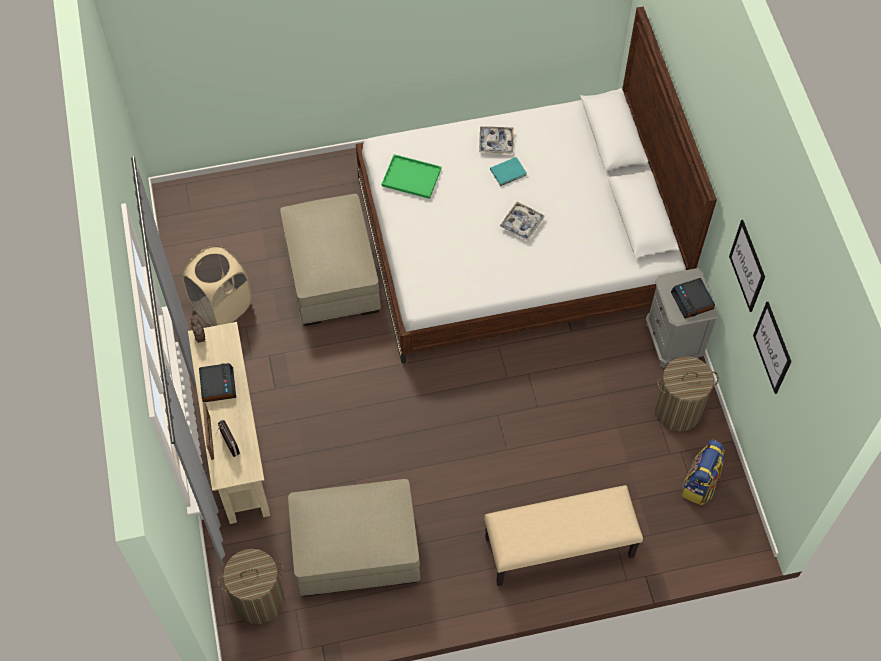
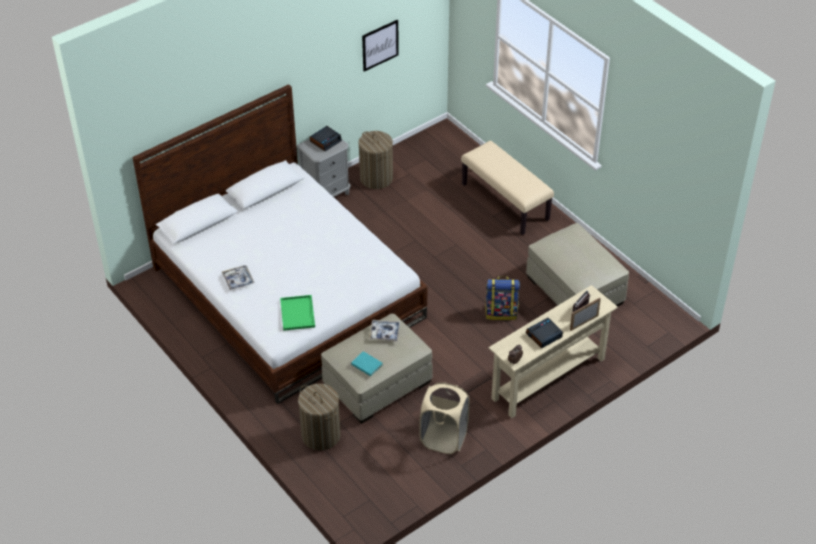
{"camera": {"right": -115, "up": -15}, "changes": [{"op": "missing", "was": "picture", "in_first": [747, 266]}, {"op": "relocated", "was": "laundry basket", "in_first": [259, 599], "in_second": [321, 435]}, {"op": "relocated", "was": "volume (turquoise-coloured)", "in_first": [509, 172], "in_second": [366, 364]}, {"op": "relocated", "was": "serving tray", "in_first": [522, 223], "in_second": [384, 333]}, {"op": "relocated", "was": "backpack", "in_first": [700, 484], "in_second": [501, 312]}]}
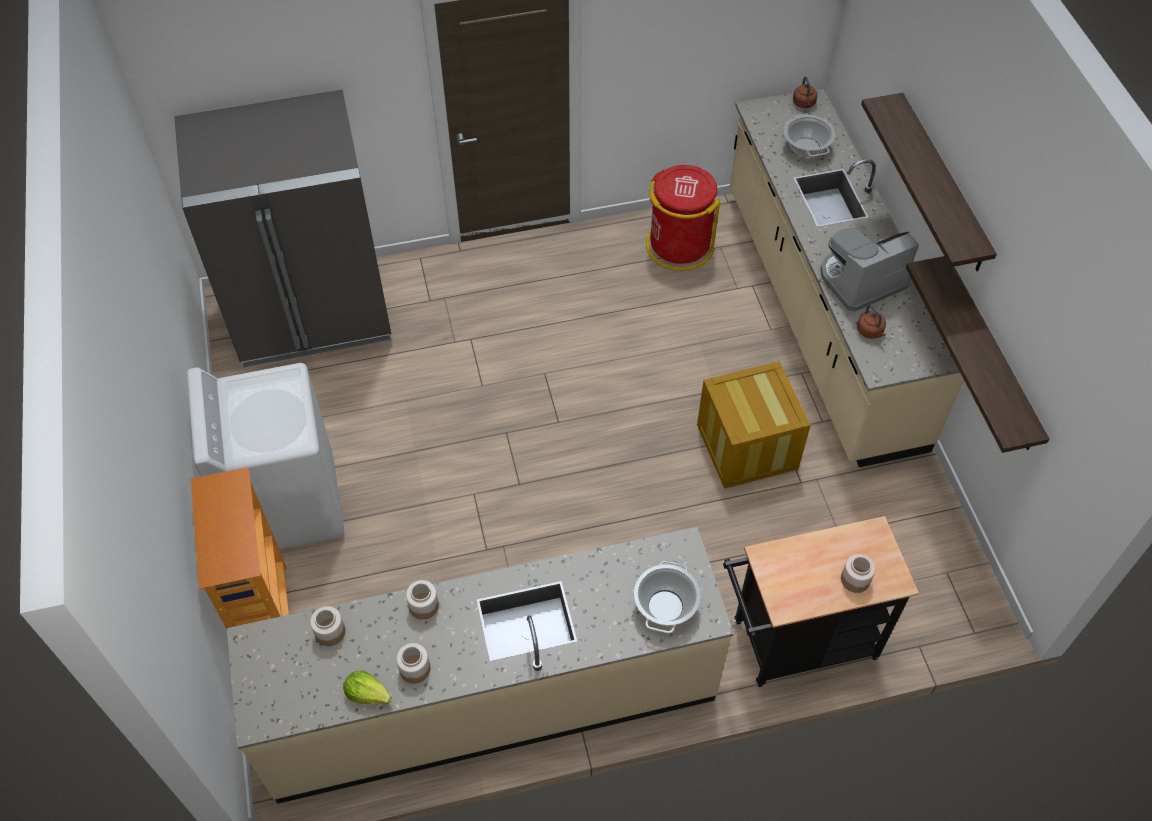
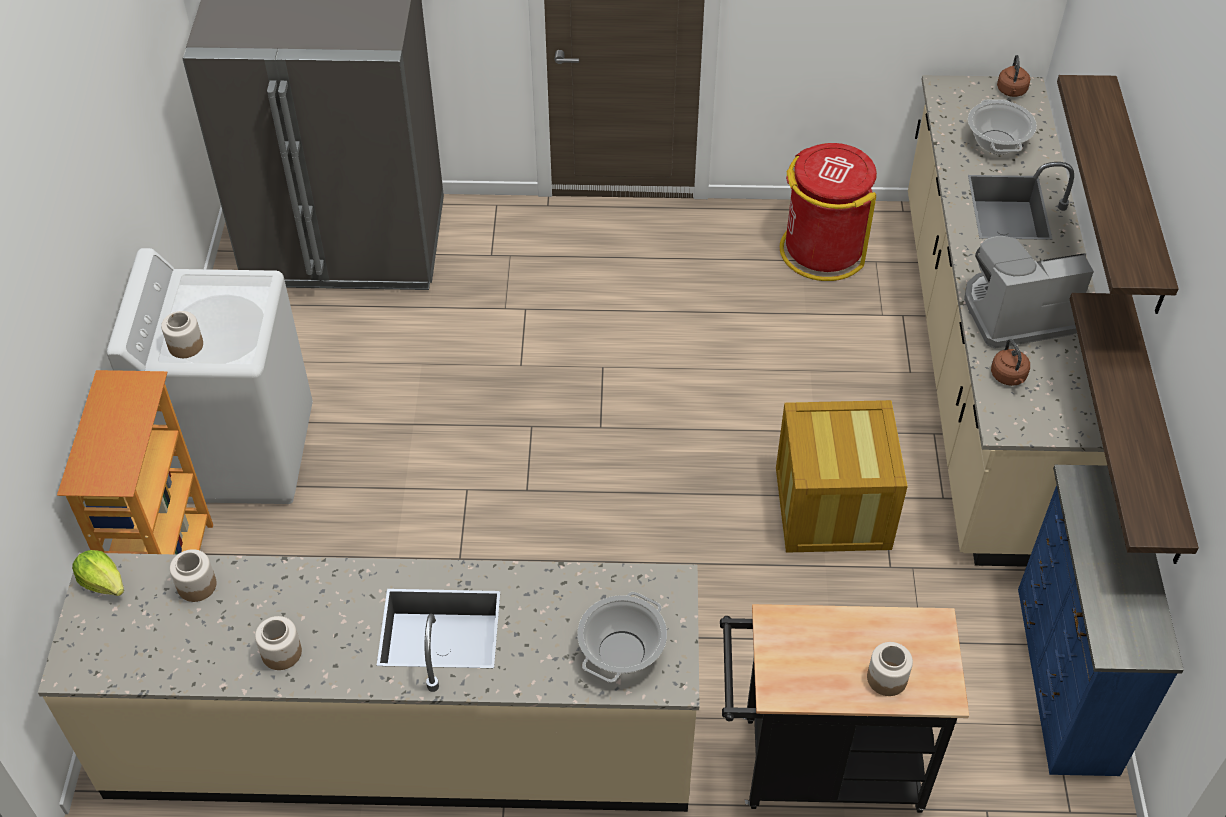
{"camera": {"right": 15, "up": -5}, "changes": [{"op": "appeared", "now": "chest of drawers (blue-coloured)", "in_second": [1063, 679]}, {"op": "relocated", "was": "lettuce head", "in_first": [368, 693], "in_second": [104, 582]}, {"op": "relocated", "was": "jar", "in_first": [423, 606], "in_second": [185, 345]}]}
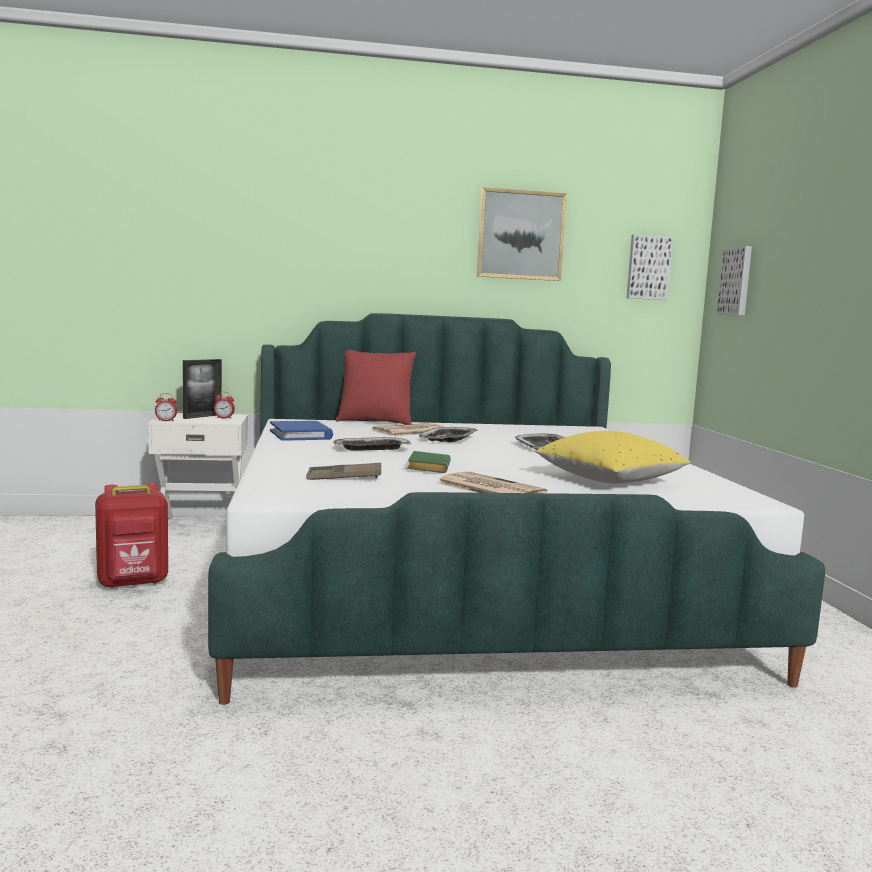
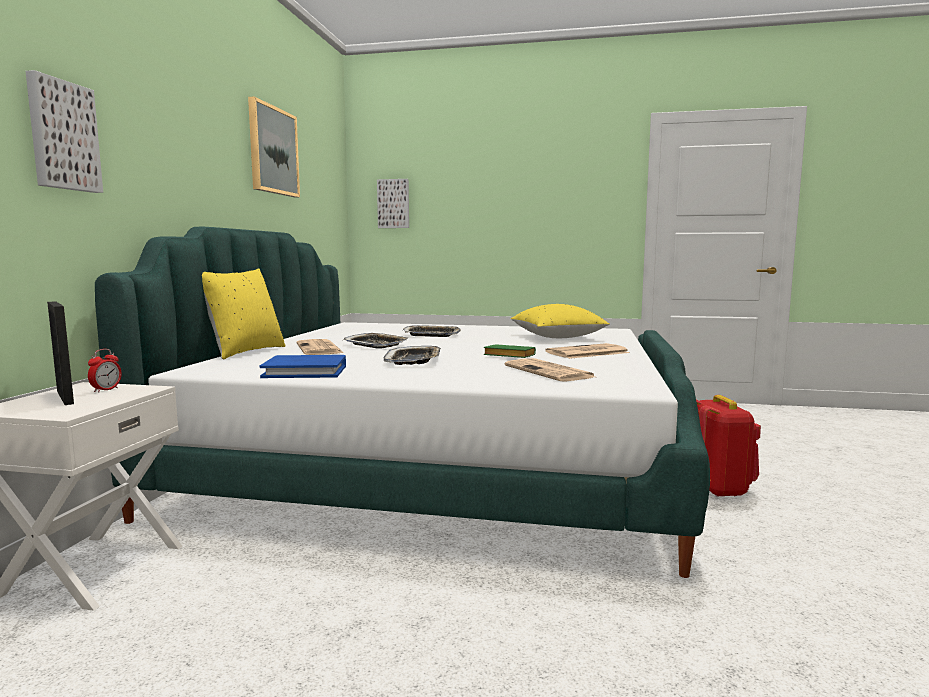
{"camera": {"right": -70, "up": 0}, "changes": [{"op": "missing", "was": "bedside clock", "in_first": [166, 421]}, {"op": "relocated", "was": "backpack (reddish)", "in_first": [133, 583], "in_second": [717, 488]}, {"op": "relocated", "was": "picture", "in_first": [648, 267], "in_second": [62, 136]}, {"op": "exchanged", "was": "serving tray (brown)", "now": "printed paper", "in_first": [344, 477], "in_second": [550, 372]}, {"op": "colour", "was": "pillow (reddish)", "now": "pillow (yellow)", "in_first": [375, 422], "in_second": [244, 352]}]}
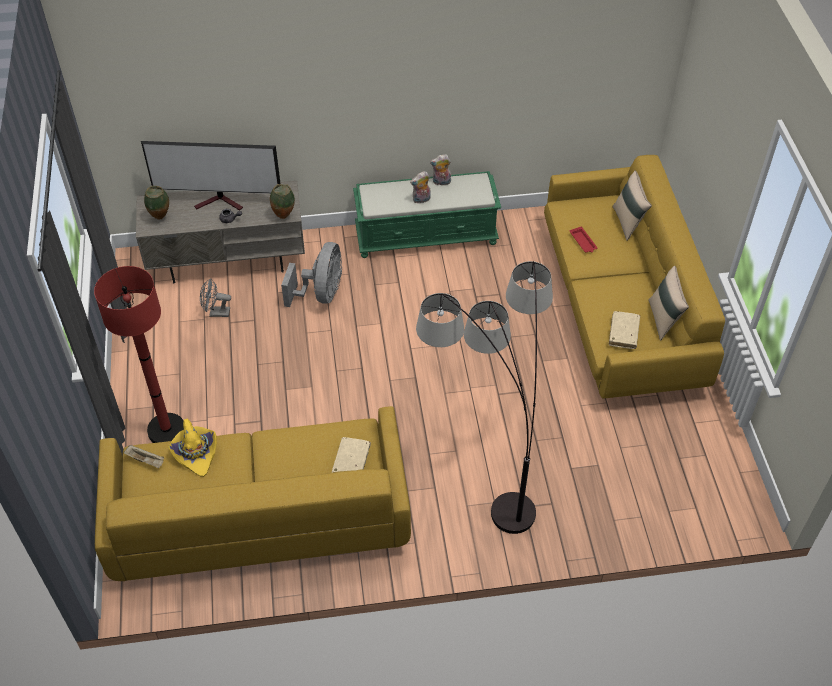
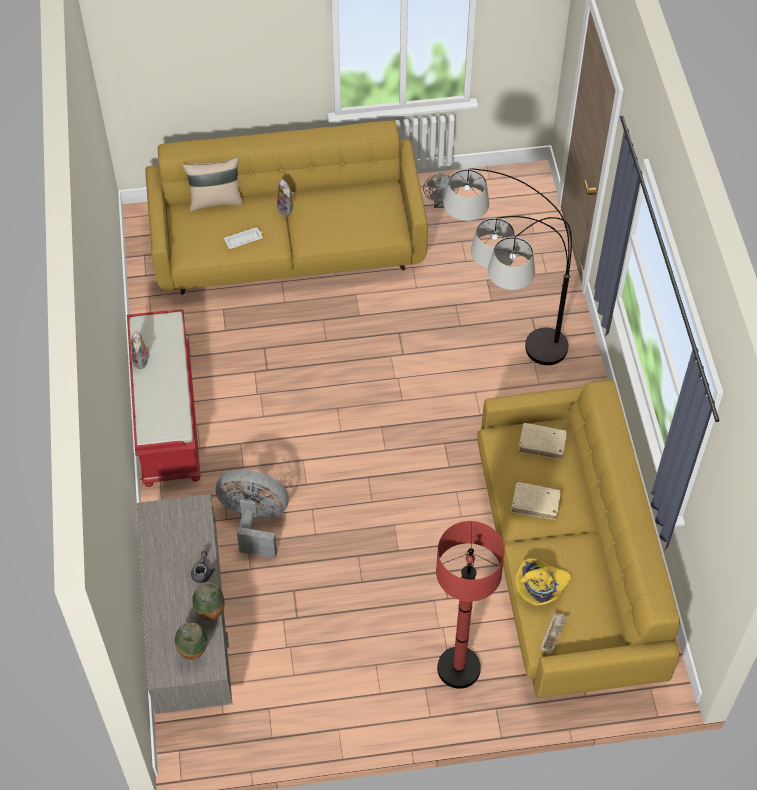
{"camera": {"right": -90, "up": 5}, "changes": [{"op": "missing", "was": "TV", "in_first": [221, 202]}, {"op": "missing", "was": "pillow (beige)", "in_first": [664, 319]}, {"op": "relocated", "was": "electric fan (grey)", "in_first": [216, 313], "in_second": [440, 203]}, {"op": "relocated", "was": "flower vase", "in_first": [284, 216], "in_second": [210, 614]}, {"op": "relocated", "was": "plush toy", "in_first": [421, 200], "in_second": [286, 209]}, {"op": "relocated", "was": "volume (beige)", "in_first": [623, 333], "in_second": [535, 503]}, {"op": "colour", "was": "bench (green-coloured)", "now": "bench (reddish)", "in_first": [427, 235], "in_second": [166, 415]}, {"op": "colour", "was": "serving tray (reddish)", "now": "serving tray (white-coloured)", "in_first": [583, 242], "in_second": [244, 239]}]}
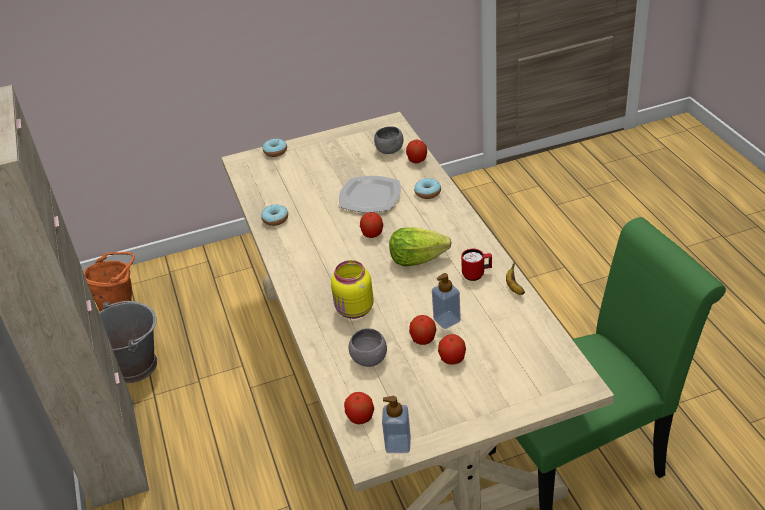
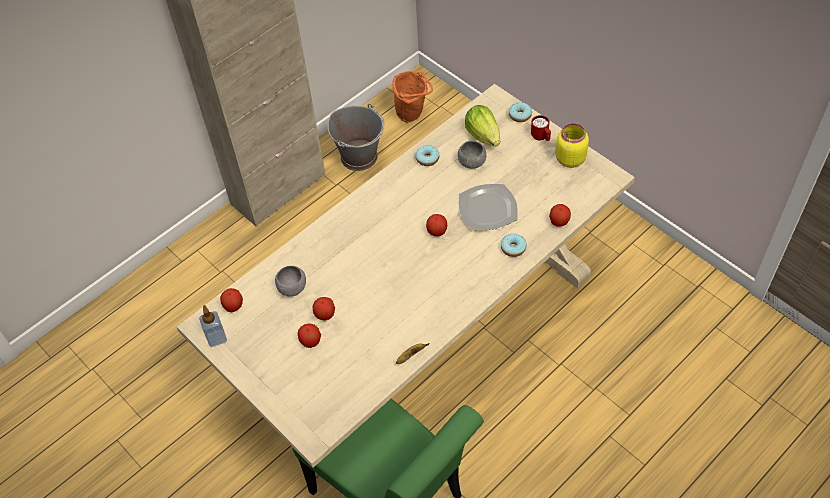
{"camera": {"right": 65, "up": 15}, "changes": [{"op": "missing", "was": "soap dispenser", "in_first": [447, 320]}, {"op": "relocated", "was": "jar (yellow)", "in_first": [354, 310], "in_second": [569, 159]}, {"op": "relocated", "was": "serving bowl (grey)", "in_first": [389, 150], "in_second": [471, 162]}, {"op": "relocated", "was": "lettuce head", "in_first": [417, 259], "in_second": [483, 135]}, {"op": "relocated", "was": "mug (reddish)", "in_first": [477, 274], "in_second": [541, 137]}]}
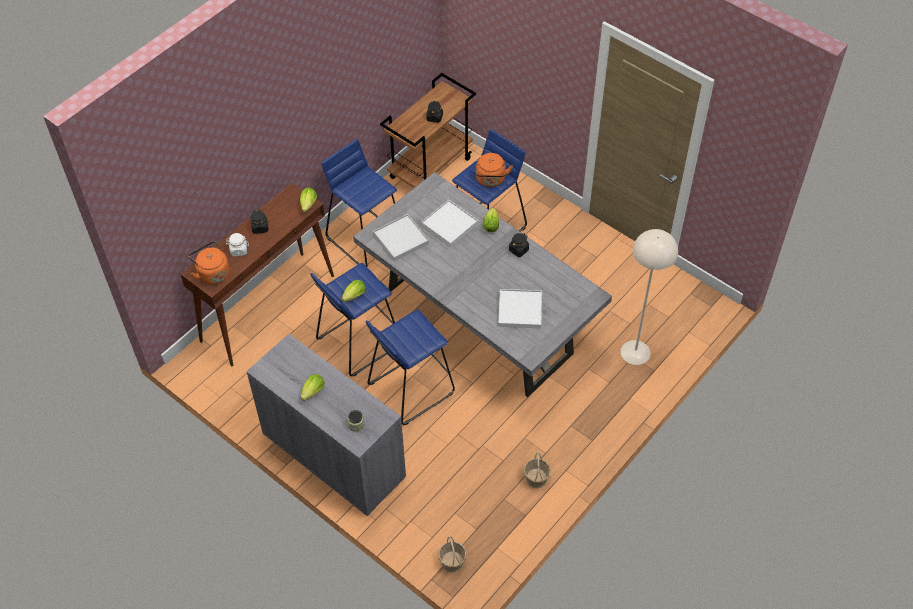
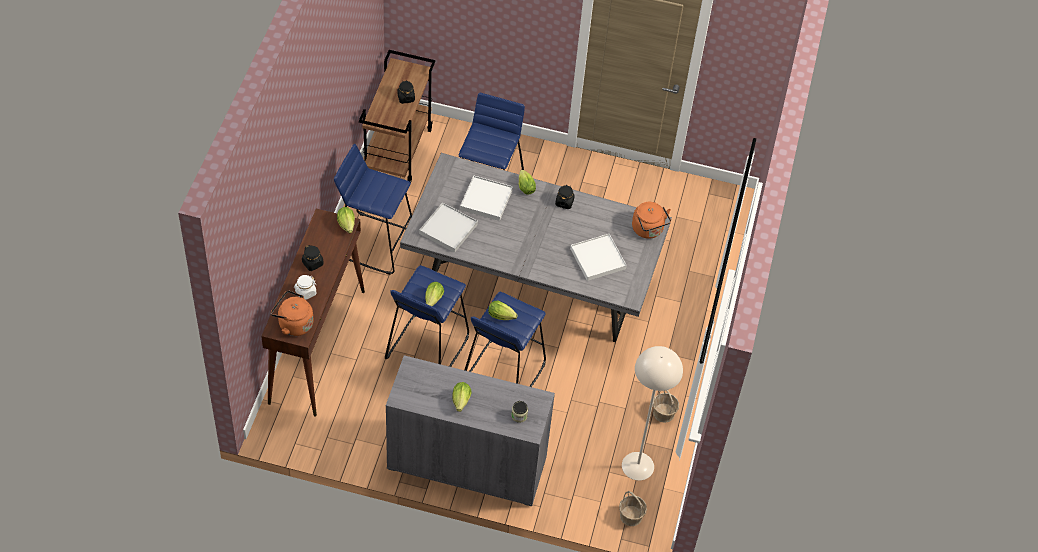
{"camera": {"right": -30, "up": 0}, "changes": [{"op": "appeared", "now": "lettuce head", "in_second": [503, 316]}, {"op": "relocated", "was": "water kettle (orange-coloured)", "in_first": [491, 180], "in_second": [648, 230]}, {"op": "relocated", "was": "floor lamp (beige)", "in_first": [635, 352], "in_second": [637, 466]}]}
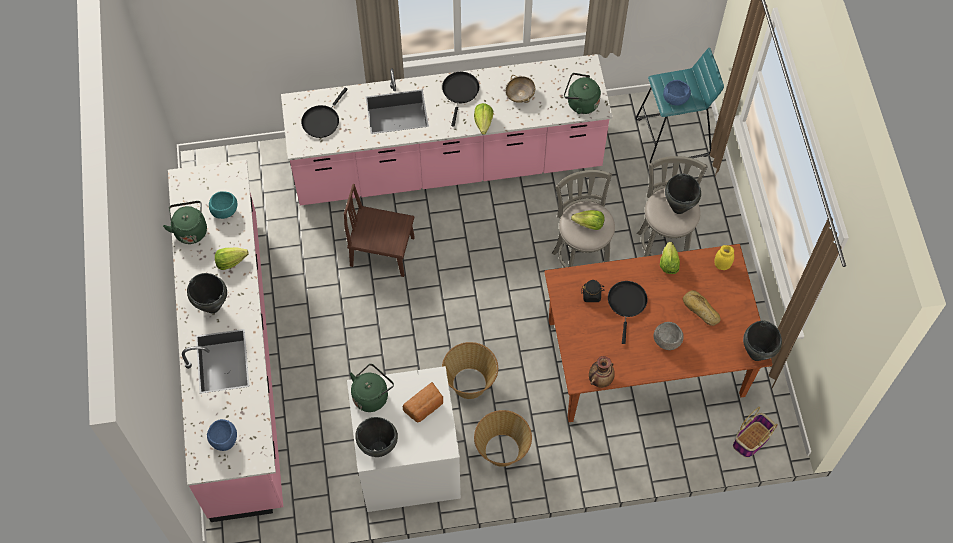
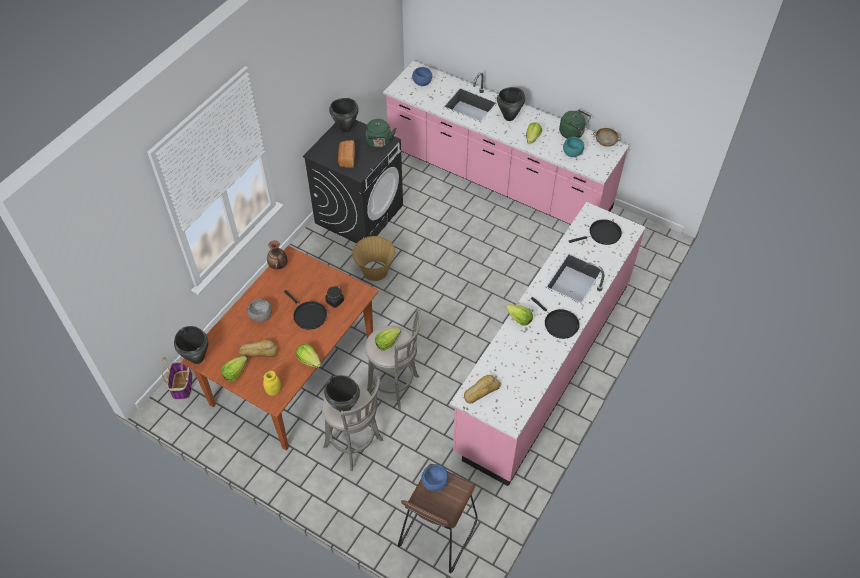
{"camera": {"right": 130, "up": -10}, "changes": [{"op": "missing", "was": "chair (brown)", "in_first": [382, 251]}, {"op": "missing", "was": "household basket", "in_first": [502, 451]}, {"op": "appeared", "now": "lettuce head", "in_second": [235, 373]}, {"op": "relocated", "was": "serving bowl (beige)", "in_first": [520, 95], "in_second": [605, 142]}, {"op": "exchanged", "was": "water kettle (green-coloured)", "now": "bread", "in_first": [580, 103], "in_second": [481, 391]}, {"op": "colour", "was": "washing machine (white-coloured)", "now": "washing machine (black-coloured)", "in_first": [407, 463], "in_second": [359, 214]}, {"op": "colour", "was": "stool seat (turquoise-coloured)", "now": "stool seat (brown)", "in_first": [673, 137], "in_second": [437, 533]}, {"op": "spun", "was": "frying pan (black-coloured)", "in_first": [322, 121], "in_second": [602, 234], "clockwise": 90}]}
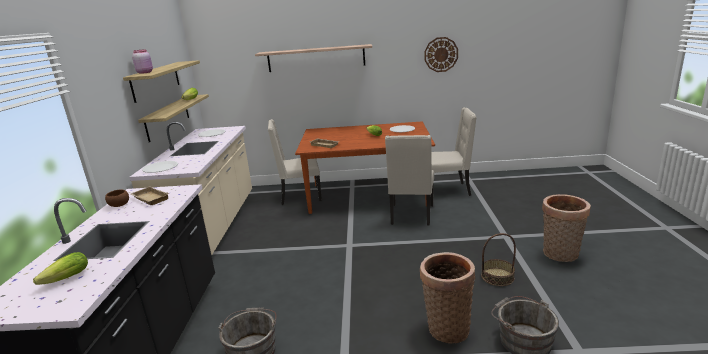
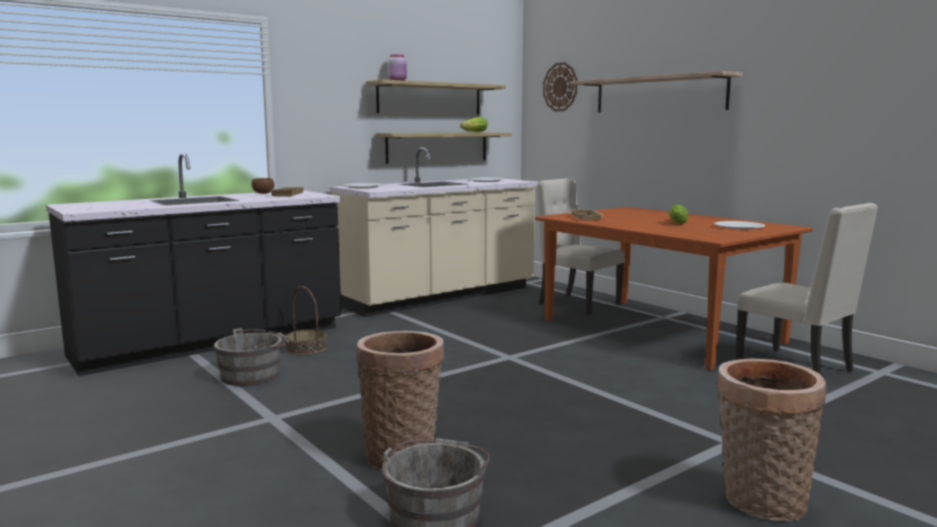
{"camera": {"right": 50, "up": -10}, "changes": [{"op": "missing", "was": "lettuce head", "in_first": [64, 280]}, {"op": "missing", "was": "chair (beige)", "in_first": [411, 215]}, {"op": "relocated", "was": "clock on the wall", "in_first": [441, 54], "in_second": [560, 87]}, {"op": "relocated", "was": "household basket", "in_first": [497, 277], "in_second": [306, 349]}]}
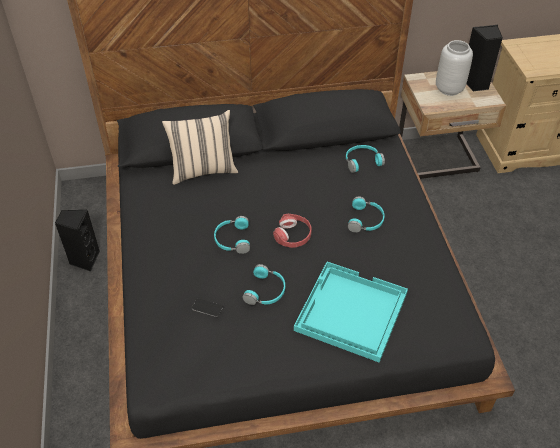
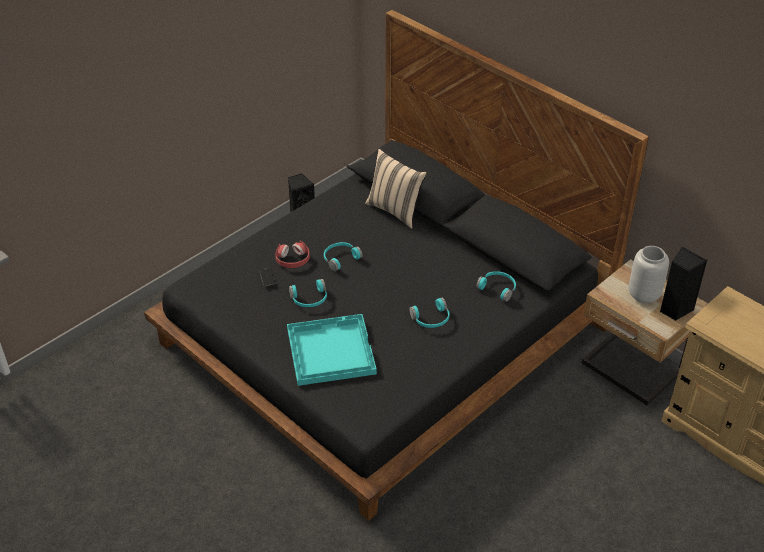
{"camera": {"right": 55, "up": -5}, "changes": [{"op": "relocated", "was": "headset (reddish)", "in_first": [293, 235], "in_second": [292, 259]}]}
